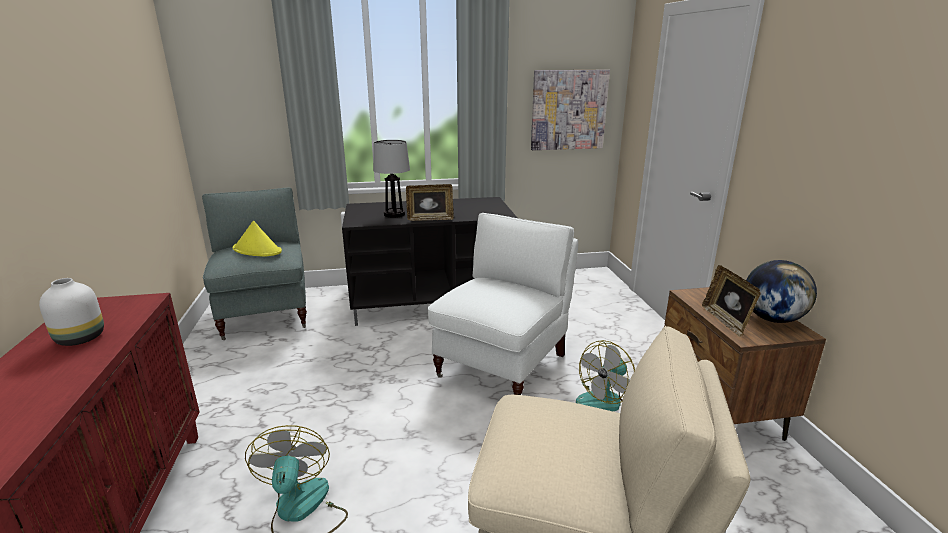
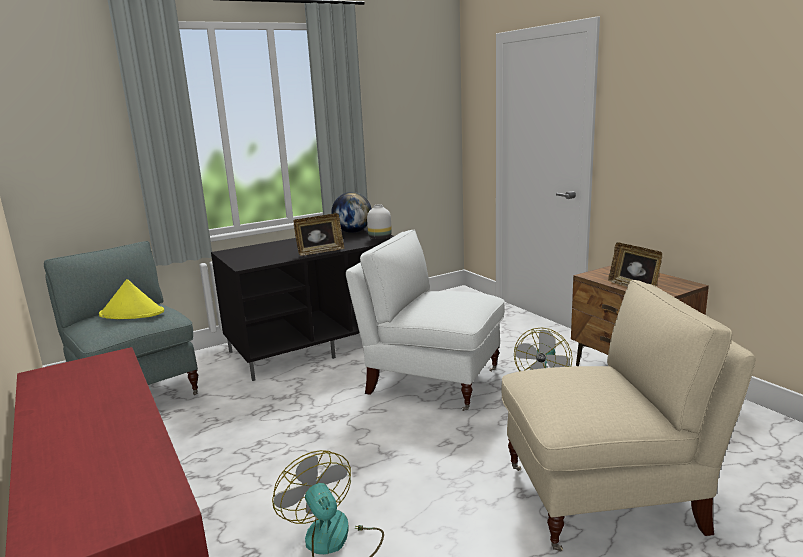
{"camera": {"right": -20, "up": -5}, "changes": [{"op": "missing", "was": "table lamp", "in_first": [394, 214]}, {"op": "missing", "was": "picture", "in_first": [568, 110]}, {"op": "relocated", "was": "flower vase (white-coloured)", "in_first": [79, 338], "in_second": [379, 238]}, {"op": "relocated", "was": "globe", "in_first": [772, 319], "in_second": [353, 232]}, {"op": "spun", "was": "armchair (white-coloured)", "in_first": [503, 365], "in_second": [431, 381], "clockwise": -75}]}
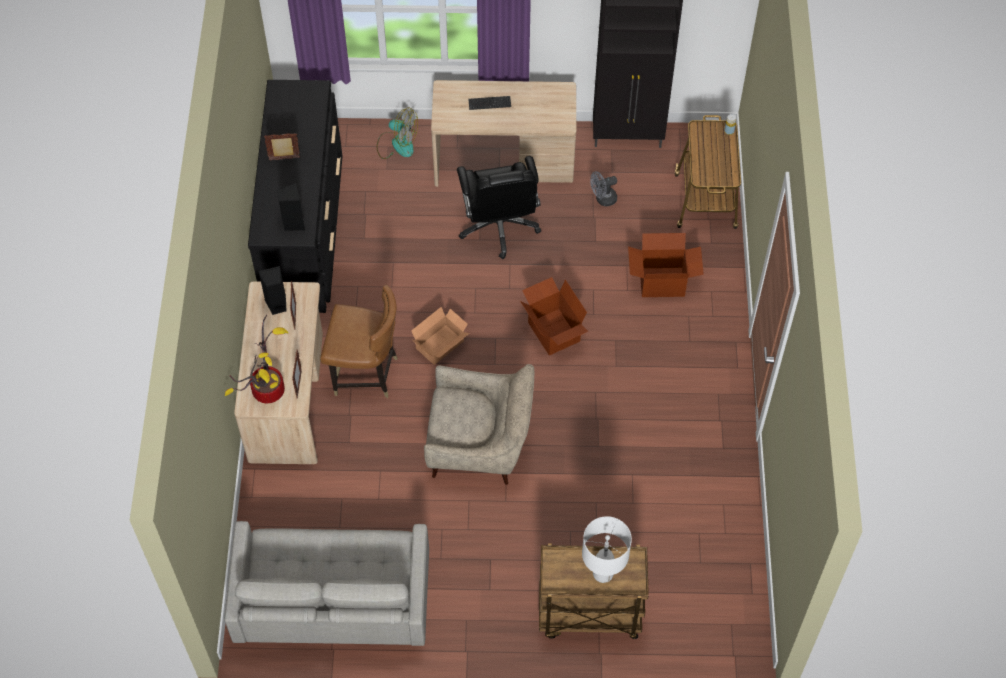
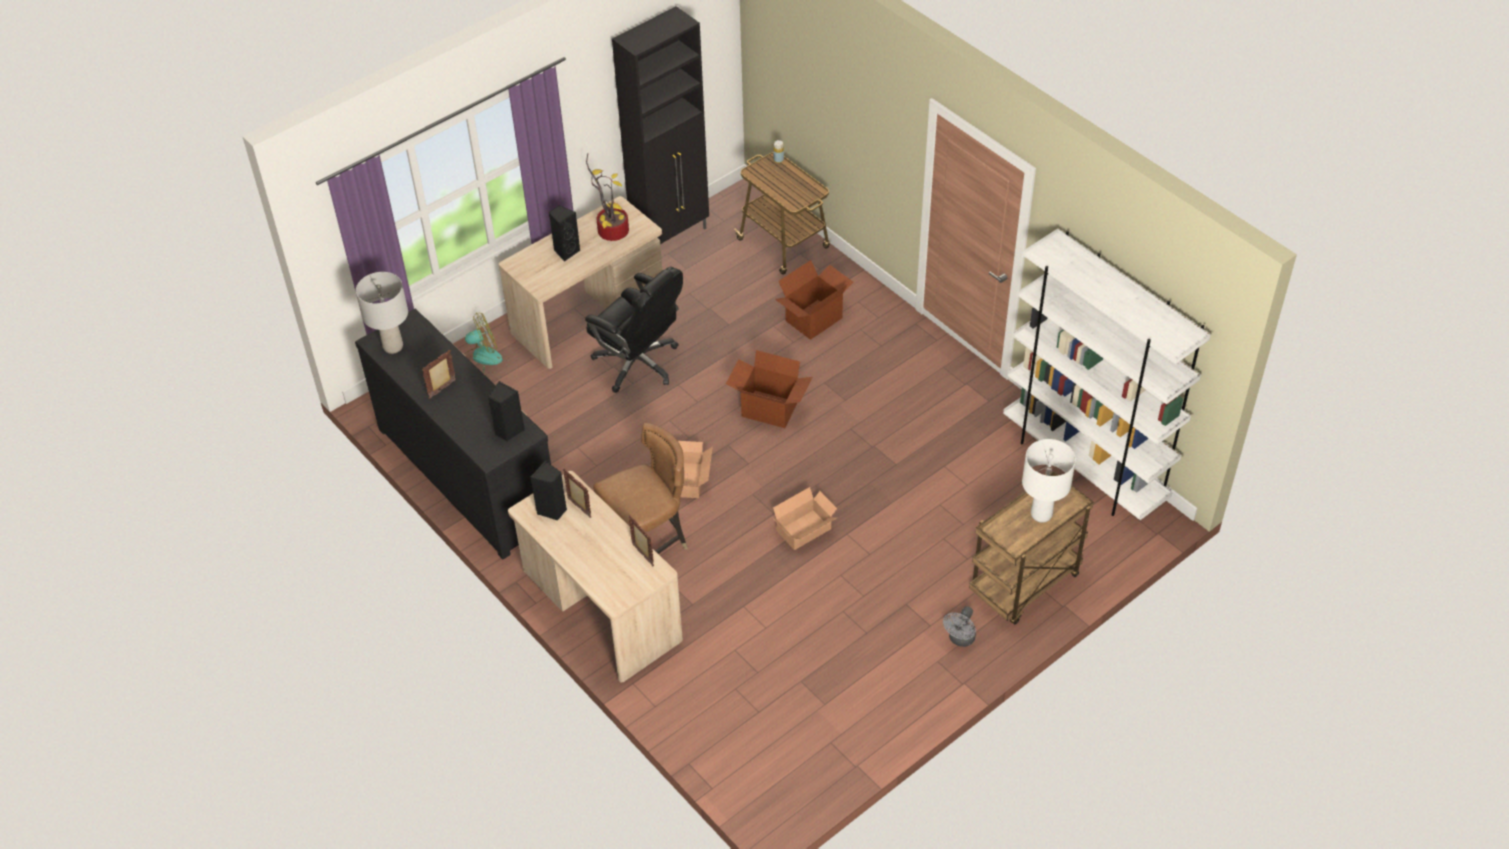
{"camera": {"right": -40, "up": -10}, "changes": [{"op": "missing", "was": "couch (grey)", "in_first": [333, 602]}, {"op": "appeared", "now": "table lamp (grey)", "in_second": [393, 347]}, {"op": "appeared", "now": "shelving unit (white-coloured)", "in_second": [1084, 466]}, {"op": "relocated", "was": "potted plant", "in_first": [267, 387], "in_second": [610, 230]}, {"op": "relocated", "was": "electric fan (grey)", "in_first": [603, 199], "in_second": [960, 640]}, {"op": "exchanged", "was": "armchair (beige)", "now": "packing box", "in_first": [480, 447], "in_second": [806, 530]}, {"op": "exchanged", "was": "computer keyboard", "now": "loudspeaker (black-coloured)", "in_first": [489, 103], "in_second": [566, 251]}]}
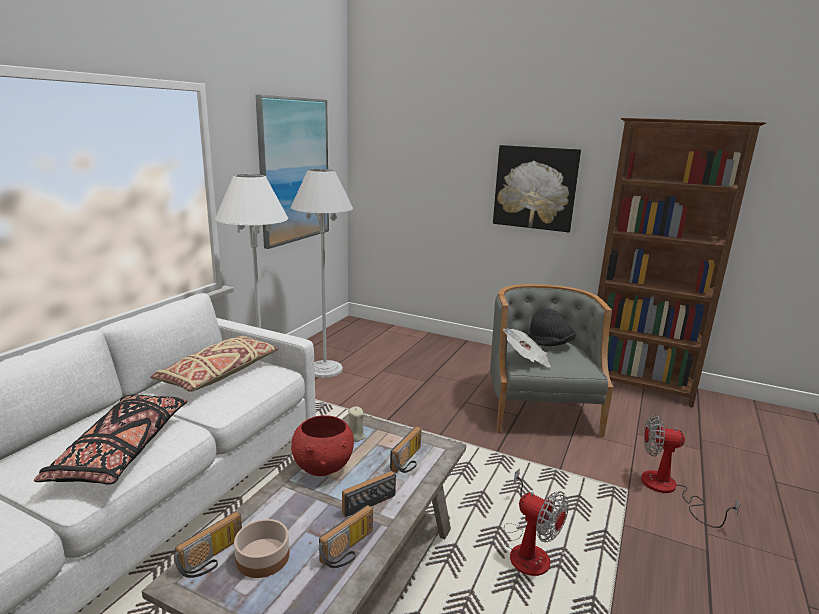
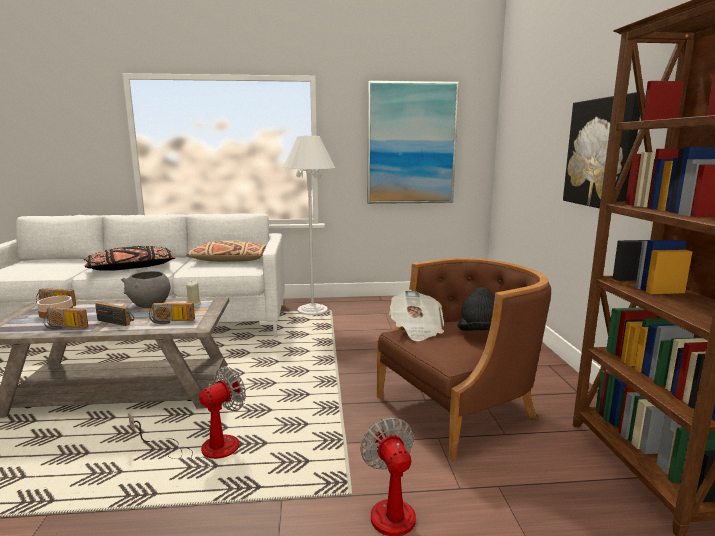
{"camera": {"right": 60, "up": -5}, "changes": [{"op": "missing", "was": "floor lamp (white-coloured)", "in_first": [325, 369]}, {"op": "colour", "was": "serving bowl (reddish)", "now": "serving bowl (grey)", "in_first": [324, 467], "in_second": [149, 305]}, {"op": "colour", "was": "armchair (grey)", "now": "armchair (brown)", "in_first": [540, 408], "in_second": [460, 408]}, {"op": "spun", "was": "electric fan", "in_first": [527, 549], "in_second": [206, 448], "clockwise": -150}]}
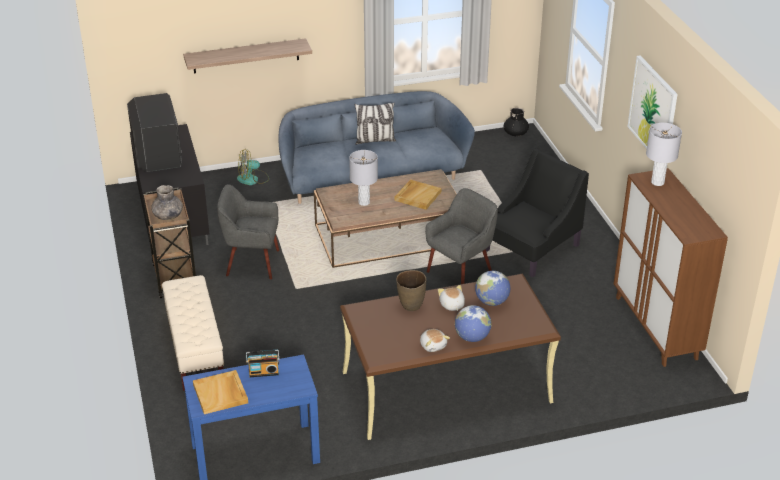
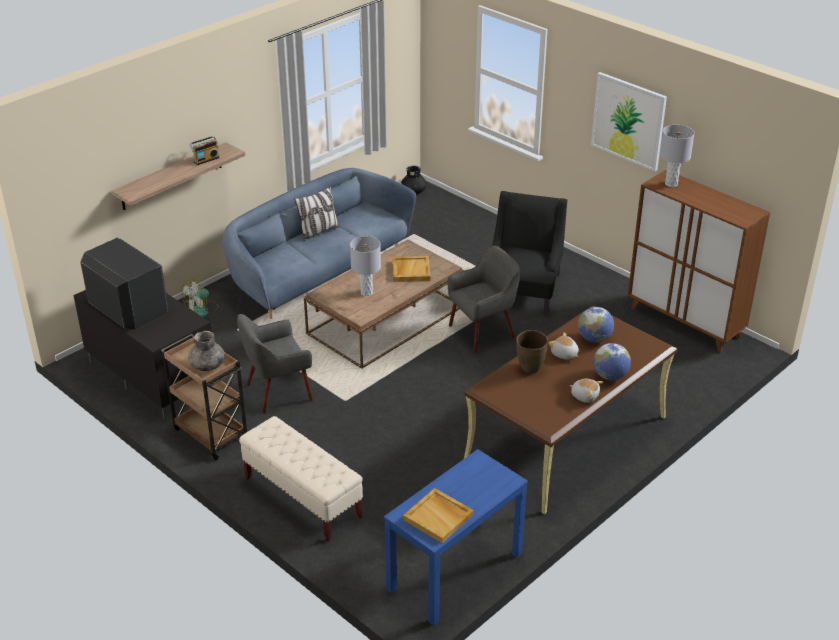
{"camera": {"right": -30, "up": 0}, "changes": [{"op": "relocated", "was": "radio set", "in_first": [264, 372], "in_second": [206, 159]}, {"op": "spun", "was": "armchair (grey)", "in_first": [461, 272], "in_second": [482, 332], "clockwise": 45}]}
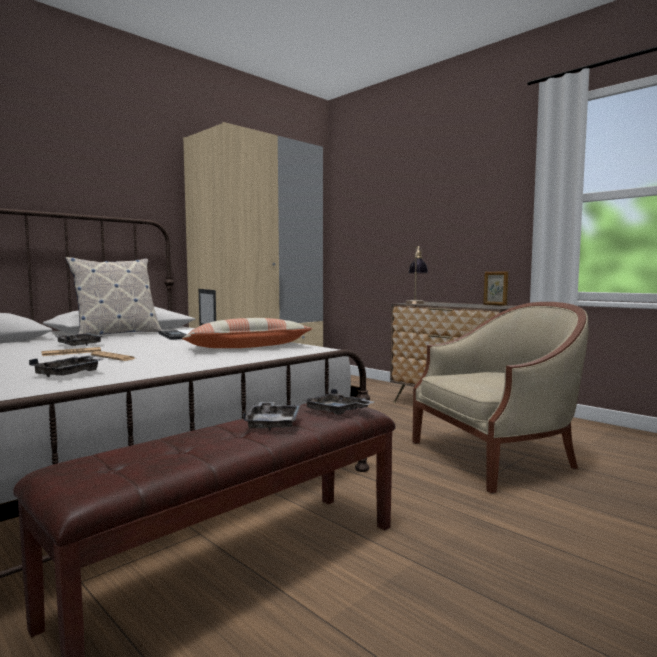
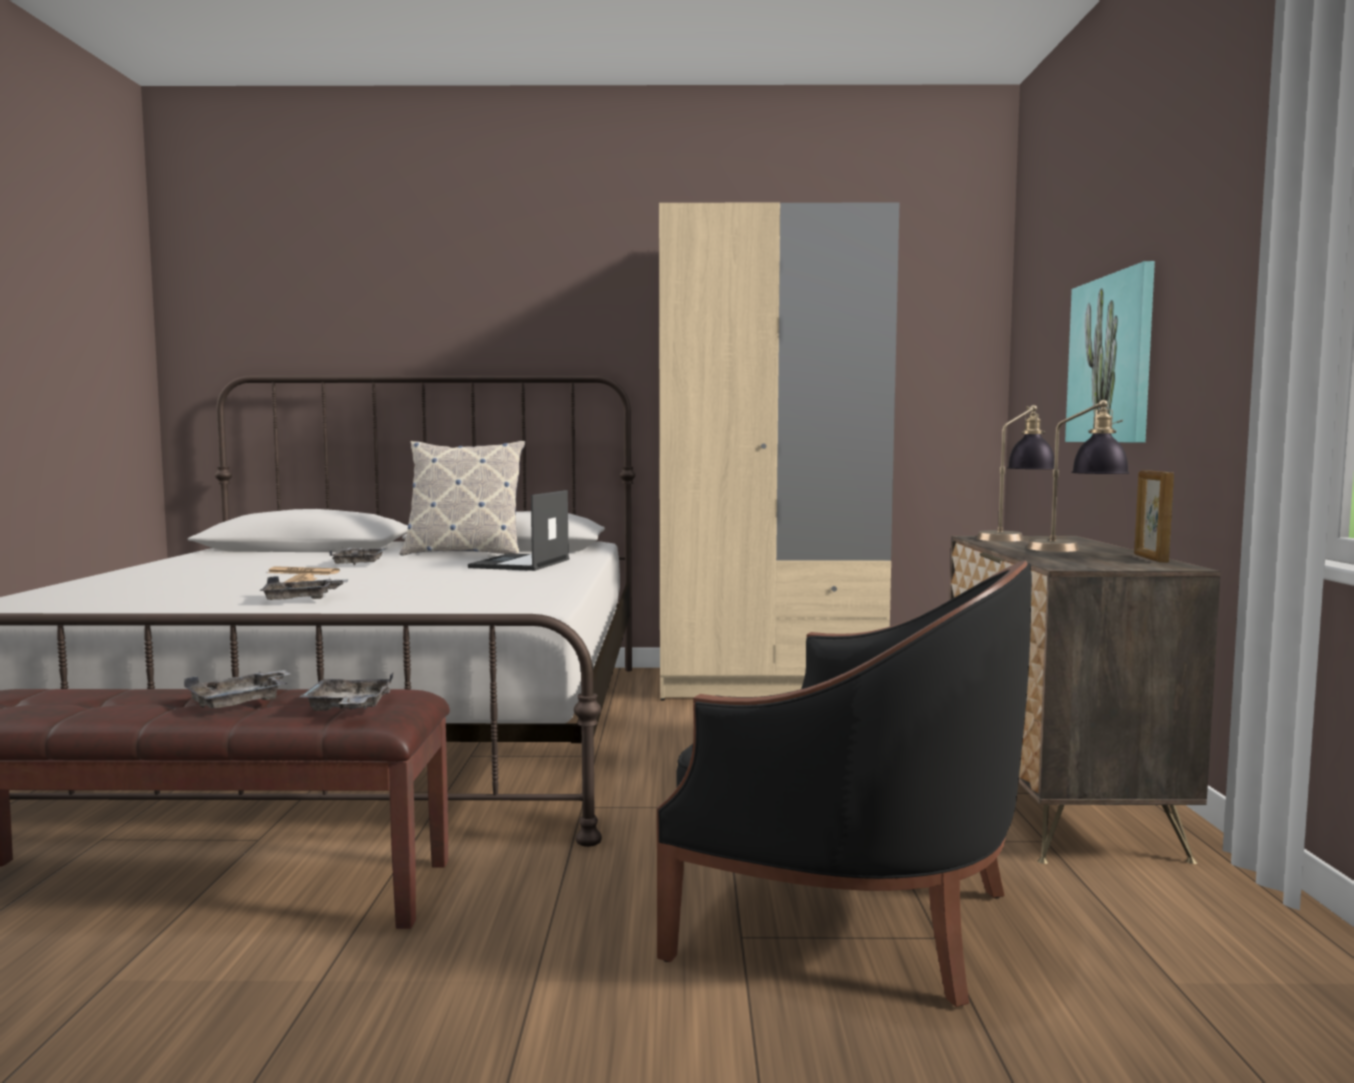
{"camera": {"right": 45, "up": 0}, "changes": [{"op": "missing", "was": "pillow", "in_first": [247, 347]}, {"op": "appeared", "now": "table lamp", "in_second": [1074, 550]}, {"op": "appeared", "now": "picture", "in_second": [1110, 359]}, {"op": "relocated", "was": "serving tray (grey)", "in_first": [71, 374], "in_second": [301, 599]}, {"op": "colour", "was": "armchair (beige)", "now": "armchair (black-coloured)", "in_first": [496, 458], "in_second": [848, 916]}]}
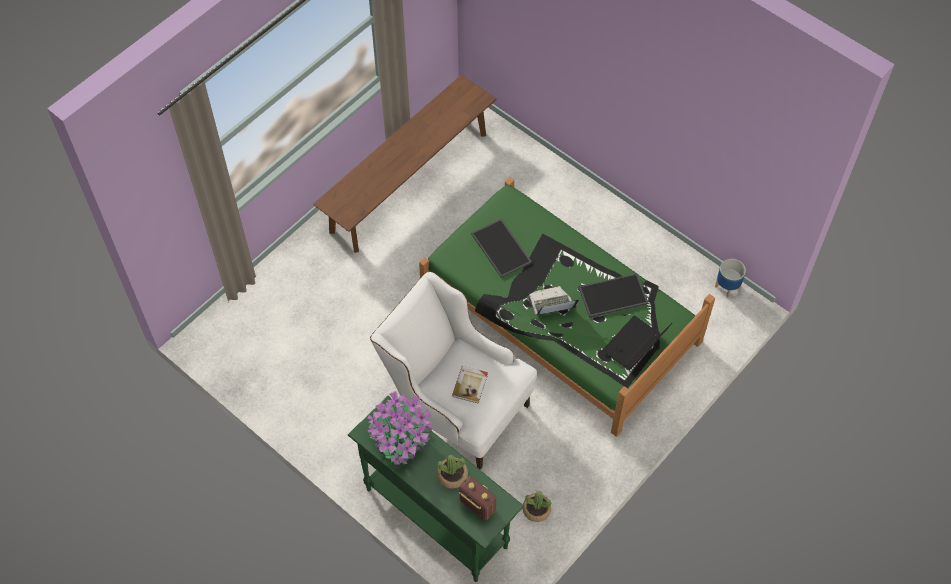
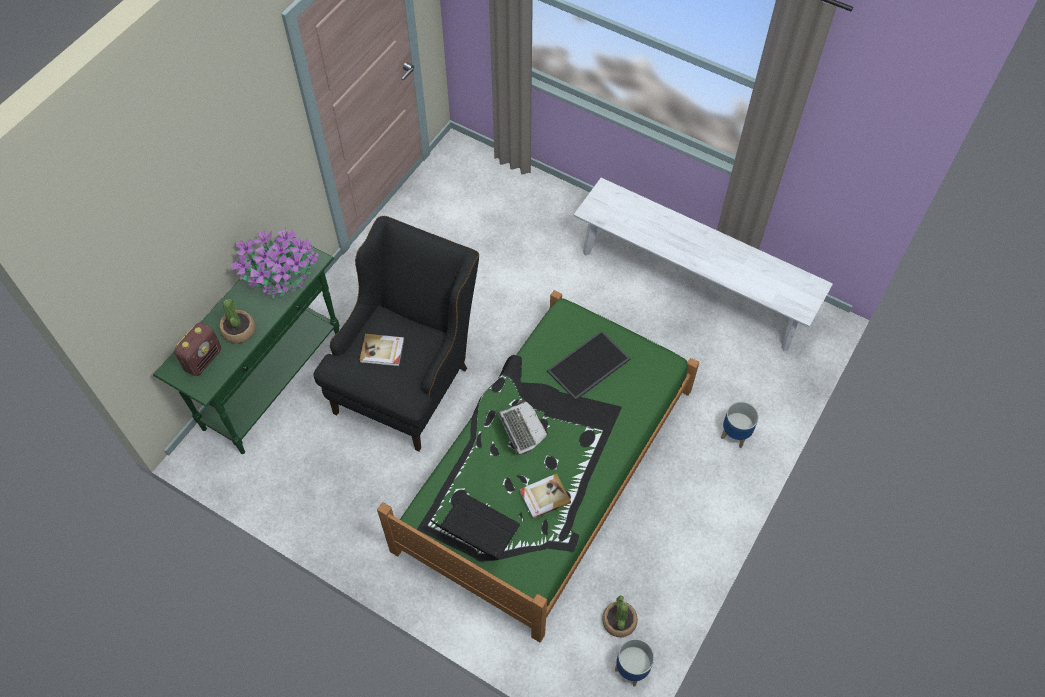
{"camera": {"right": 80, "up": 0}, "changes": [{"op": "appeared", "now": "planter", "in_second": [735, 435]}, {"op": "relocated", "was": "potted plant", "in_first": [536, 510], "in_second": [619, 621]}, {"op": "exchanged", "was": "serving tray", "now": "volume", "in_first": [613, 296], "in_second": [544, 496]}, {"op": "colour", "was": "bench (brown)", "now": "bench (white-coloured)", "in_first": [409, 182], "in_second": [691, 285]}, {"op": "colour", "was": "armchair (white-coloured)", "now": "armchair (black-coloured)", "in_first": [456, 405], "in_second": [408, 378]}]}
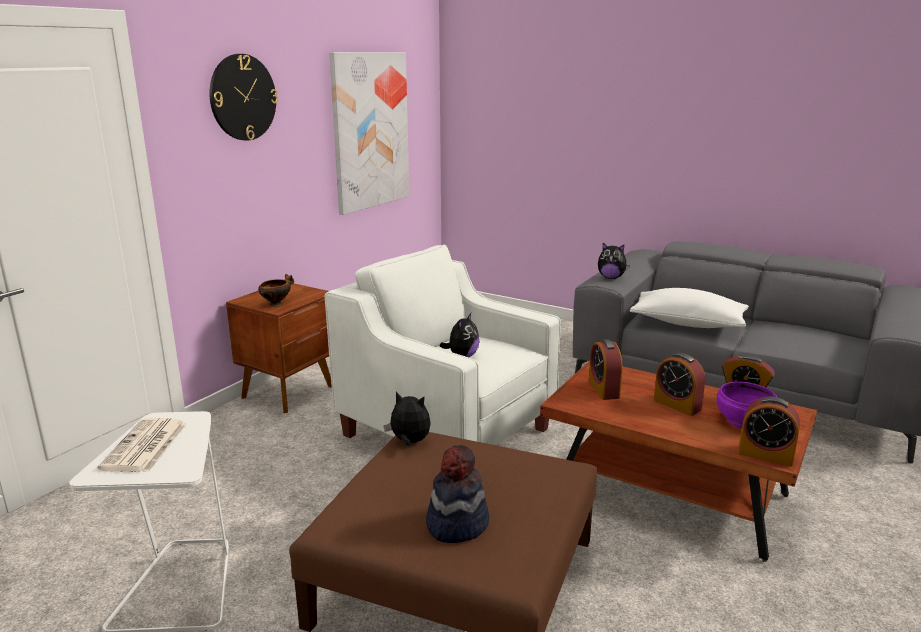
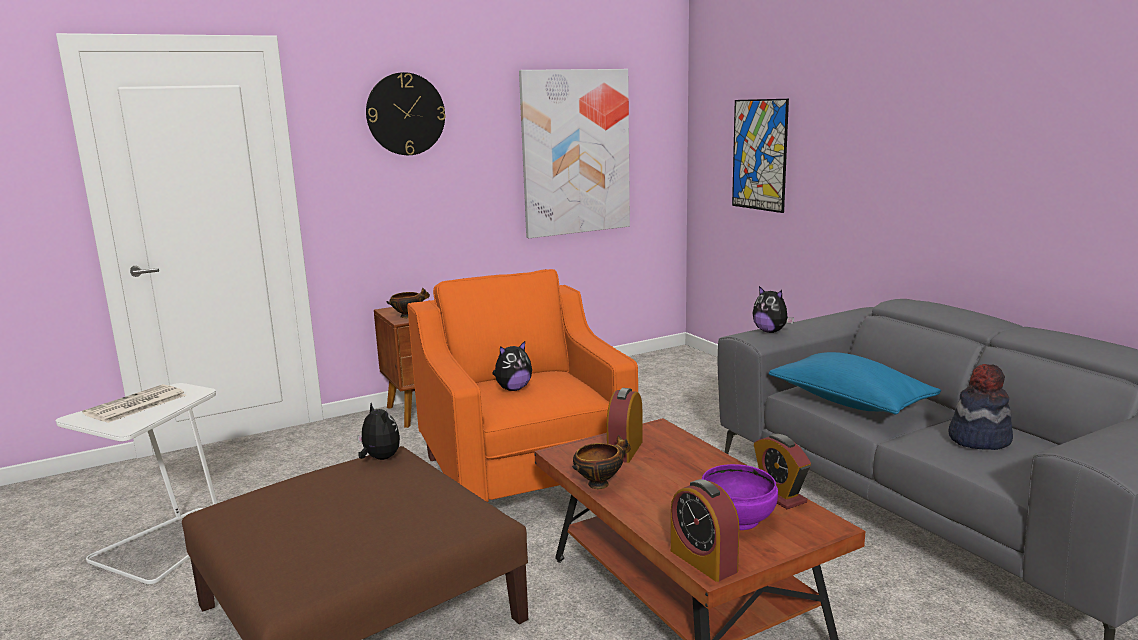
{"camera": {"right": 30, "up": -5}, "changes": [{"op": "missing", "was": "bedside clock", "in_first": [677, 405]}, {"op": "appeared", "now": "serving bowl", "in_second": [600, 483]}, {"op": "appeared", "now": "picture", "in_second": [759, 155]}, {"op": "relocated", "was": "wearable hat", "in_first": [456, 523], "in_second": [978, 439]}, {"op": "colour", "was": "armchair (white-coloured)", "now": "armchair (orange-coloured)", "in_first": [446, 432], "in_second": [523, 476]}, {"op": "colour", "was": "pillow (white-coloured)", "now": "pillow (blue-coloured)", "in_first": [687, 323], "in_second": [849, 402]}]}
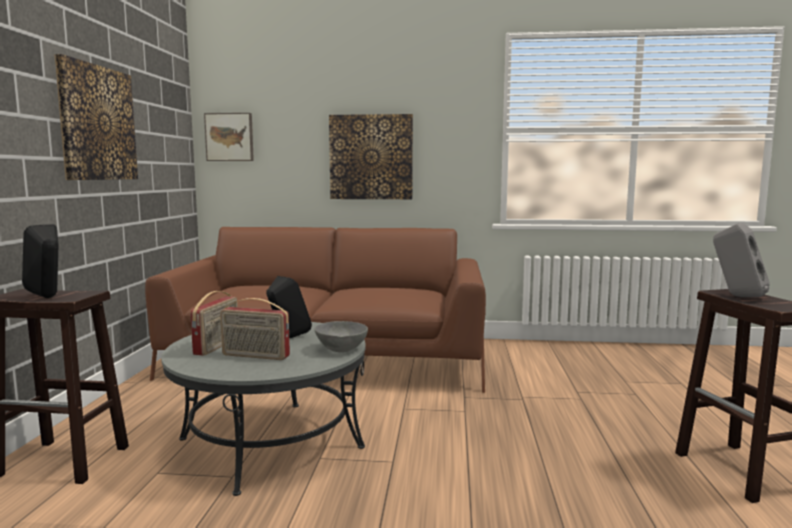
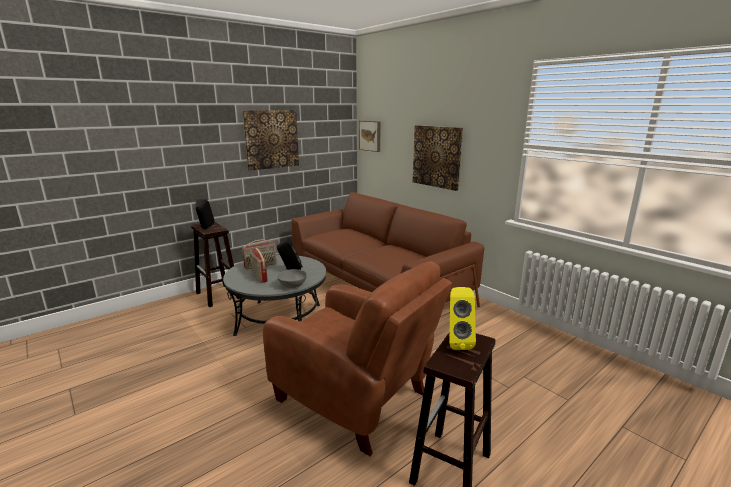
{"camera": {"right": 45, "up": 10}, "changes": [{"op": "appeared", "now": "armchair (brown)", "in_second": [355, 399]}, {"op": "colour", "was": "loudspeaker (grey)", "now": "loudspeaker (yellow)", "in_first": [737, 296], "in_second": [457, 342]}]}
